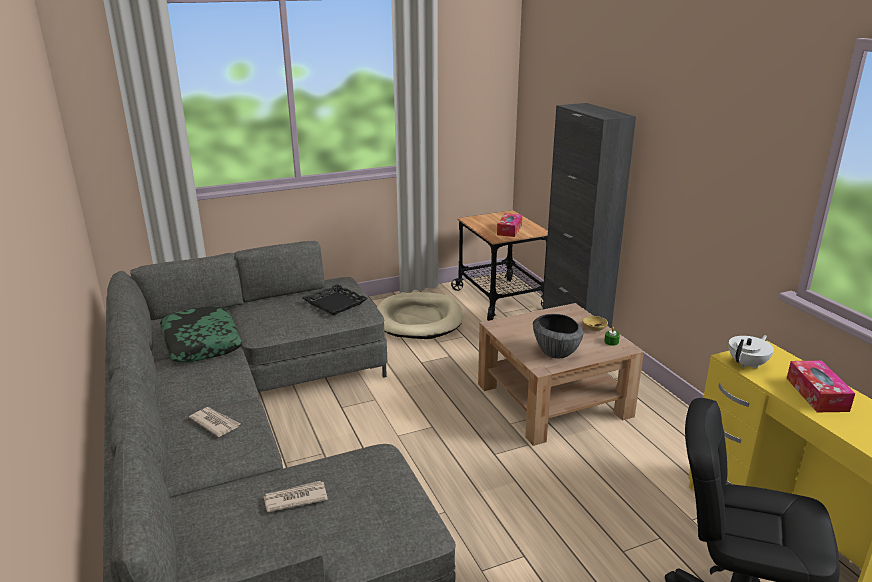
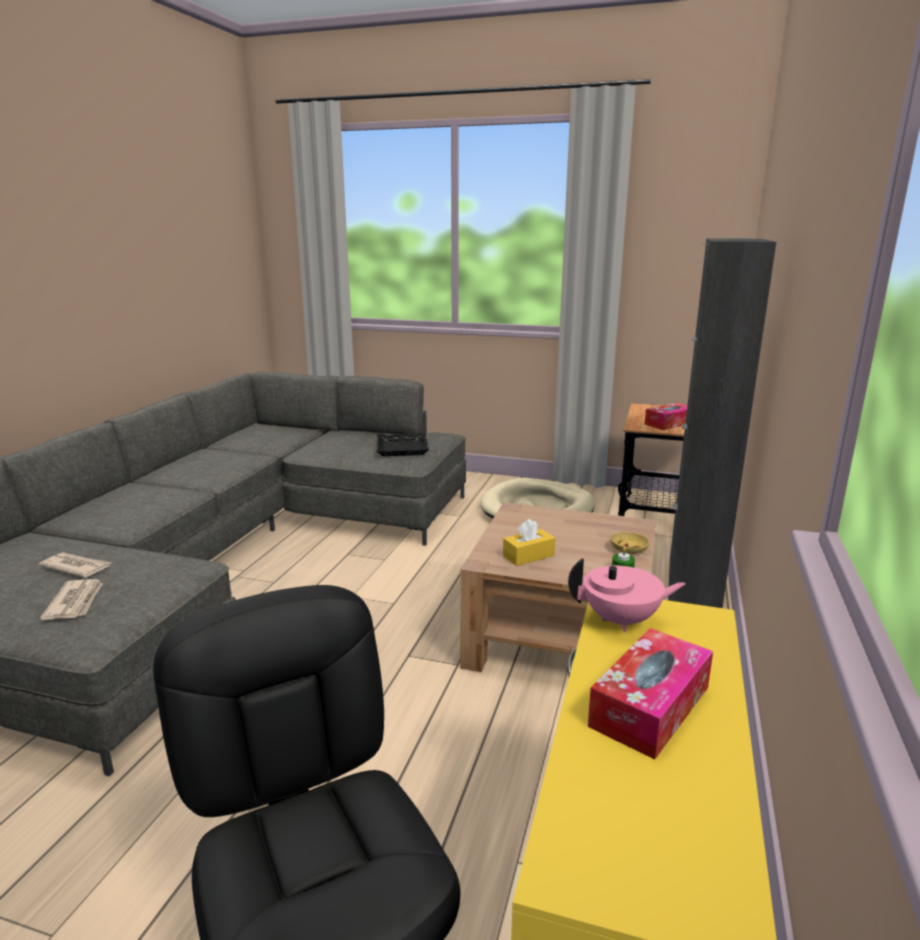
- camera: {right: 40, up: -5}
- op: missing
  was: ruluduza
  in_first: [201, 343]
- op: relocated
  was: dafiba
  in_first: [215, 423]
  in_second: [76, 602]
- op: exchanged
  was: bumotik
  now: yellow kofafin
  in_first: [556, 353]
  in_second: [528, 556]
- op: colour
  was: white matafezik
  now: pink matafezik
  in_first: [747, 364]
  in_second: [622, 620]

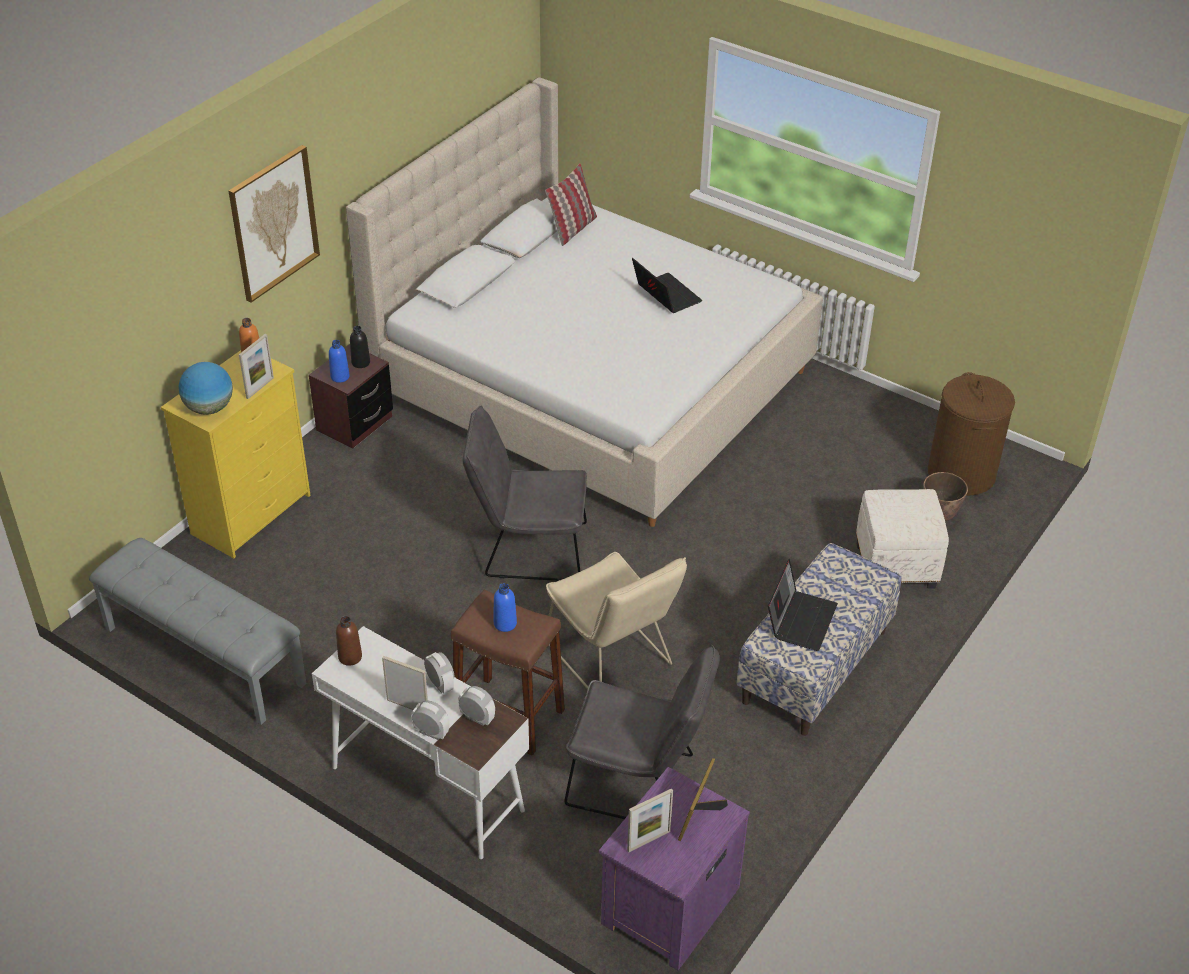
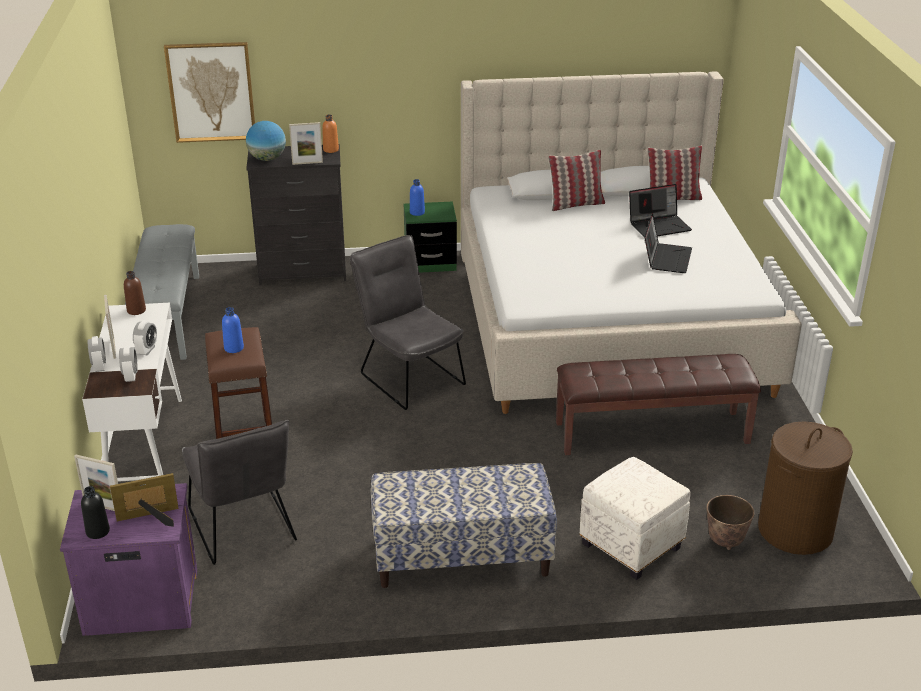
- camera: {right: 50, up: -10}
- op: missing
  was: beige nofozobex
  in_first: [612, 659]
- op: appeared
  now: ruluduza
  in_second: [575, 204]
- op: appeared
  now: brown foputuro
  in_second: [652, 432]
- op: relocated
  was: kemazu
  in_first: [273, 223]
  in_second: [211, 92]
- op: relocated
  was: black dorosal
  in_first: [360, 362]
  in_second: [98, 531]
- op: relocated
  was: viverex
  in_first: [800, 619]
  in_second: [659, 225]
- op: colour
  was: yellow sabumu
  now: black sabumu
  in_first: [252, 514]
  in_second: [304, 272]
- op: colour
  was: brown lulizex
  now: green lulizex
  in_first: [355, 423]
  in_second: [430, 263]

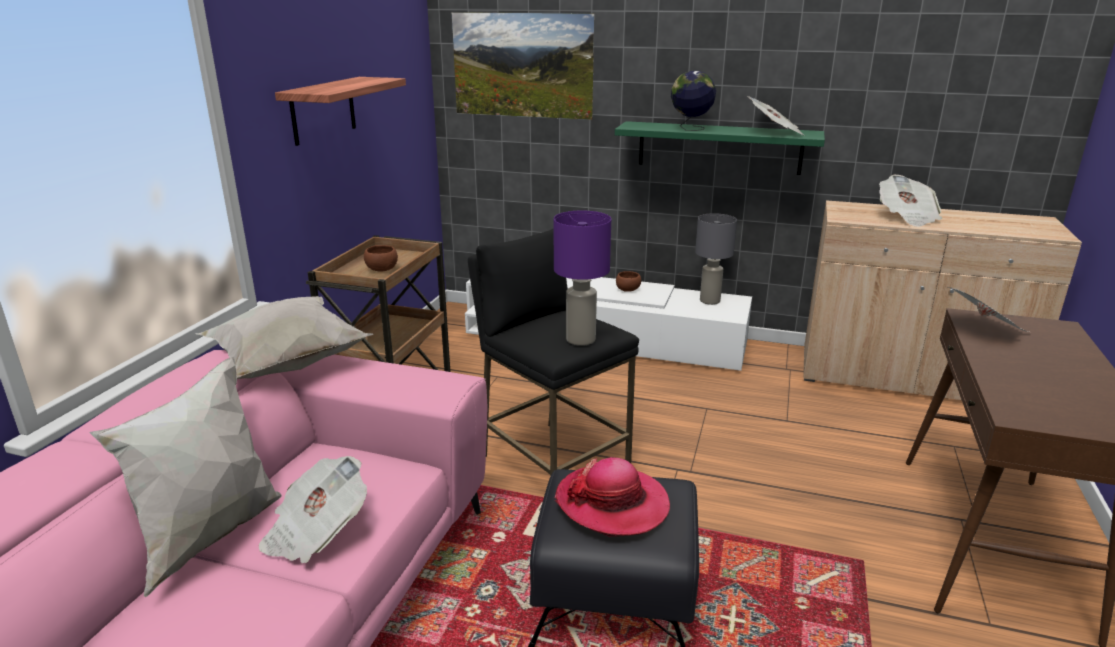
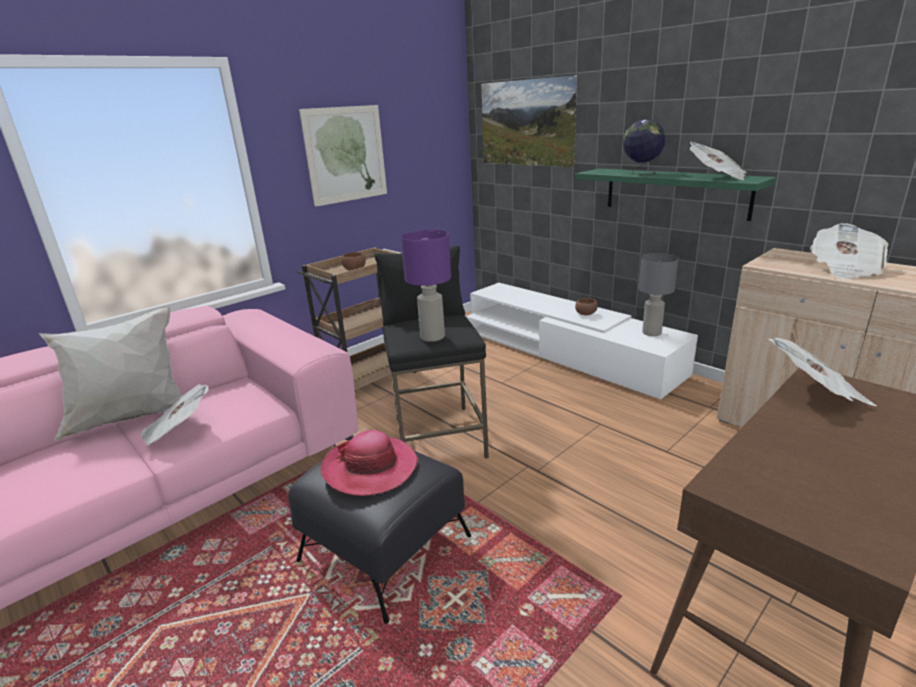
- camera: {right: 30, up: 0}
- op: missing
  was: white ruluduza
  in_first: [287, 365]
- op: exchanged
  was: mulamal
  now: kemazu
  in_first: [323, 110]
  in_second: [346, 154]

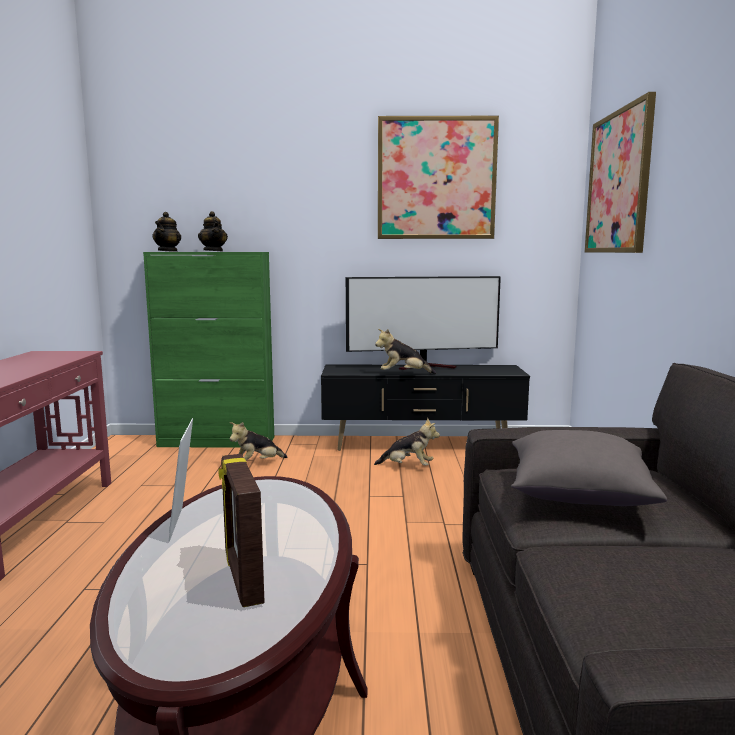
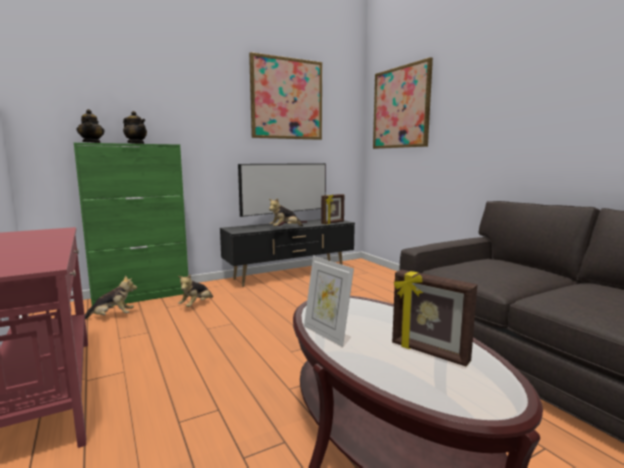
- camera: {right: -30, up: 0}
- op: missing
  was: grey ruluduza
  in_first: [578, 494]
- op: appeared
  now: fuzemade
  in_second: [333, 223]
- op: relocated
  was: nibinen
  in_first: [408, 467]
  in_second: [112, 317]

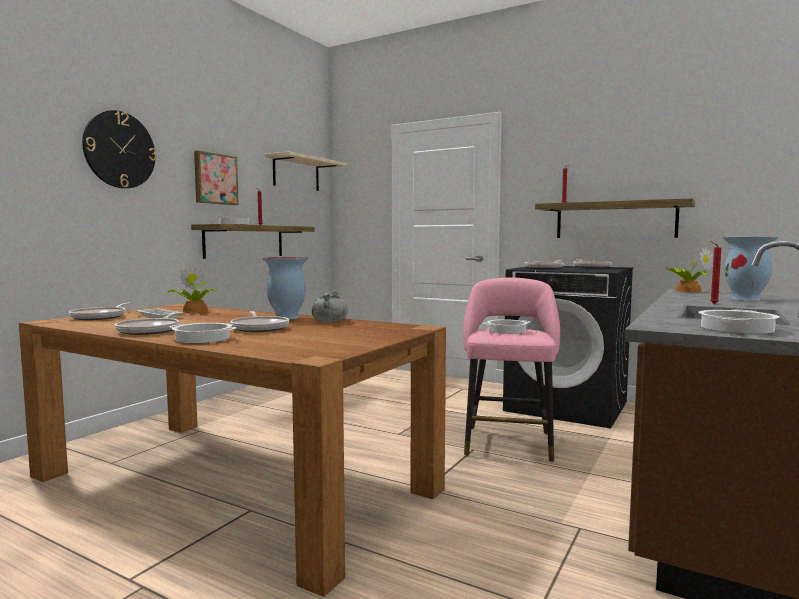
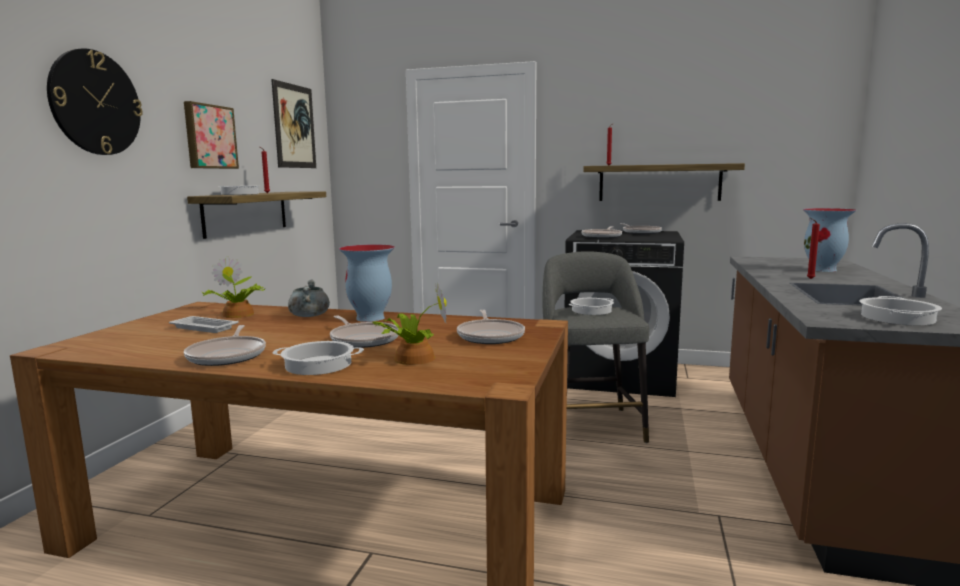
- camera: {right: -15, up: 5}
- op: relocated
  was: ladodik
  in_first: [100, 317]
  in_second: [490, 336]
- op: relocated
  was: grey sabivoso
  in_first: [329, 321]
  in_second: [309, 315]
- op: relocated
  was: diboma
  in_first: [686, 291]
  in_second: [412, 358]
- op: exchanged
  was: beige mulamal
  now: kemazu
  in_first: [296, 174]
  in_second: [294, 126]
- op: colour
  was: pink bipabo
  now: grey bipabo
  in_first: [508, 441]
  in_second: [591, 424]

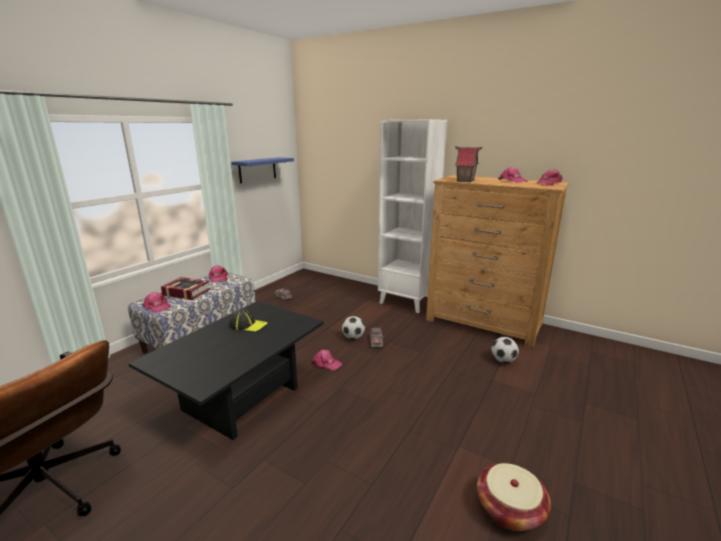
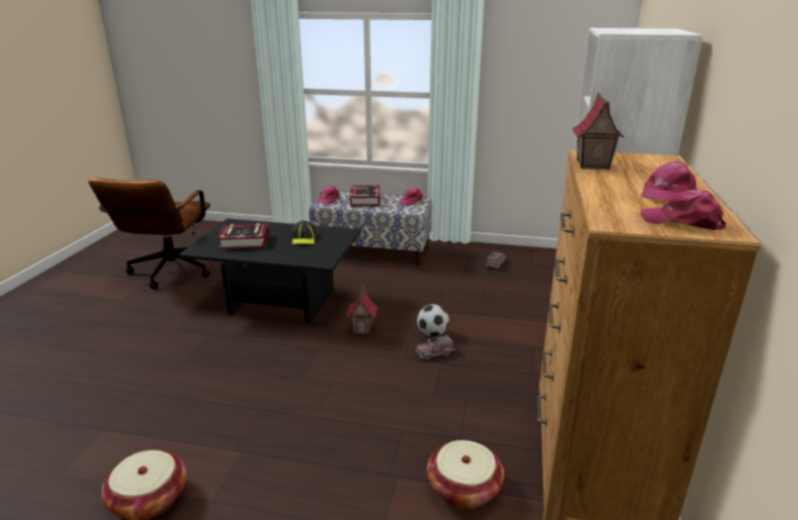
- camera: {right: 70, up: 5}
- op: missing
  was: blue mulamal
  in_first: [257, 170]
- op: appeared
  now: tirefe
  in_second: [244, 241]
- op: exchanged
  was: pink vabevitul
  now: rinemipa
  in_first: [326, 363]
  in_second: [363, 329]
- op: exchanged
  was: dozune
  now: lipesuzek
  in_first: [503, 360]
  in_second: [464, 488]

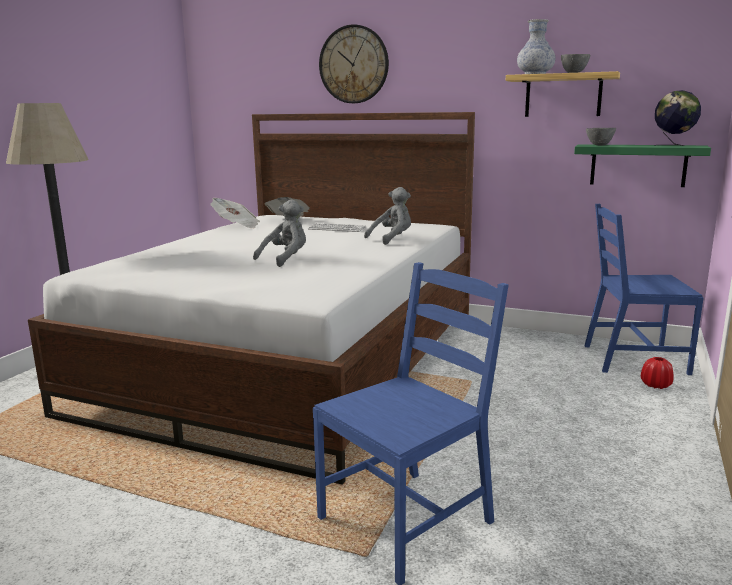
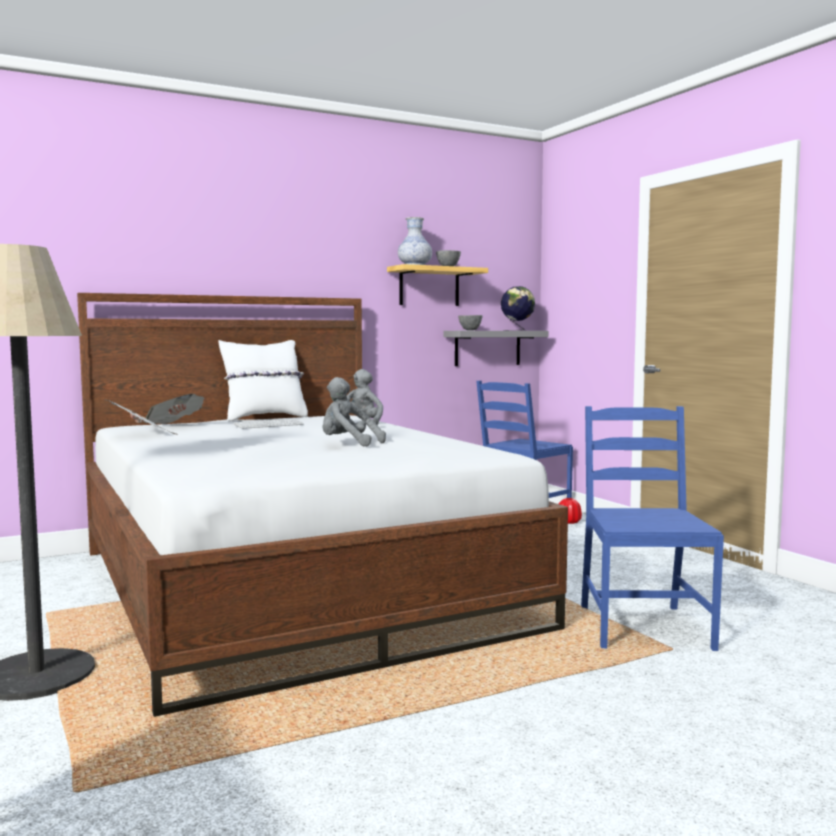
- camera: {right: -50, up: -10}
- op: missing
  was: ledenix
  in_first: [354, 64]
- op: appeared
  now: white ruluduza
  in_second: [264, 418]
- op: colour
  was: green mulamal
  now: grey mulamal
  in_first: [638, 165]
  in_second: [487, 348]
- op: spun
  was: grey nibinen
  in_first: [285, 259]
  in_second: [348, 444]
  clockwise: -60

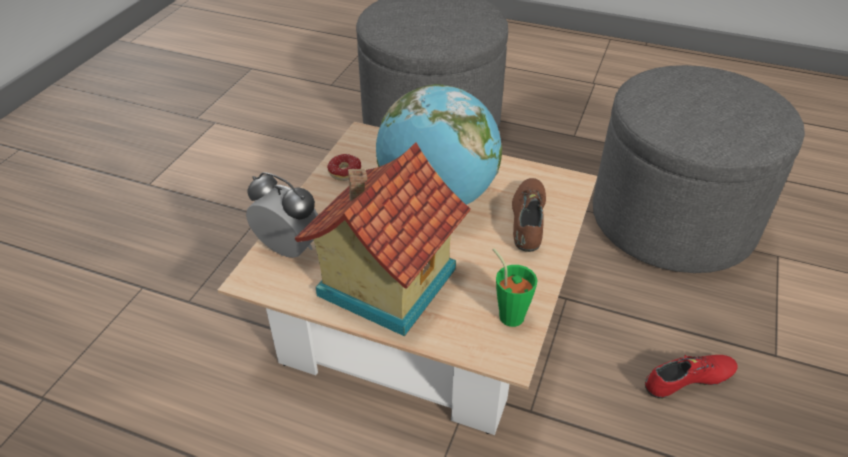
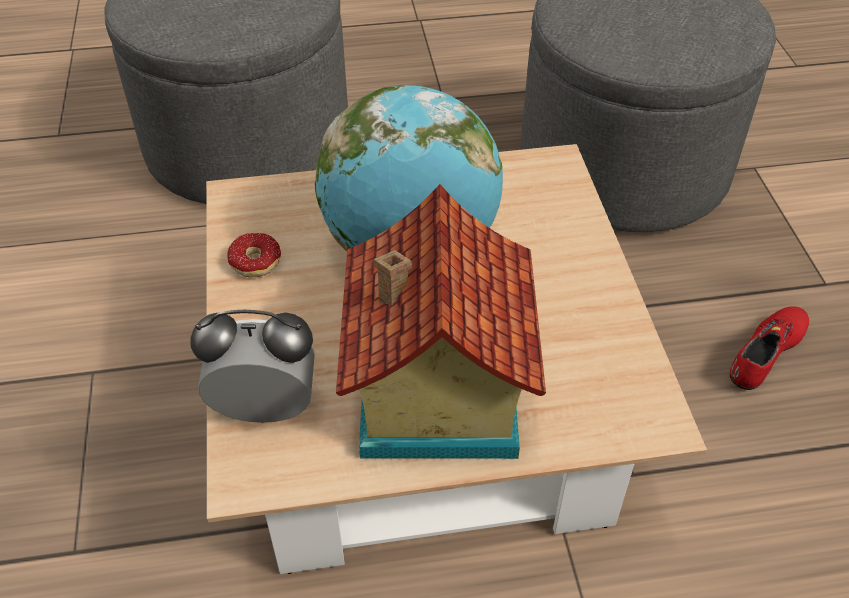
- camera: {right: -30, up: 5}
- op: missing
  was: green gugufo
  in_first: [508, 312]
- op: missing
  was: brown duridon
  in_first: [528, 221]

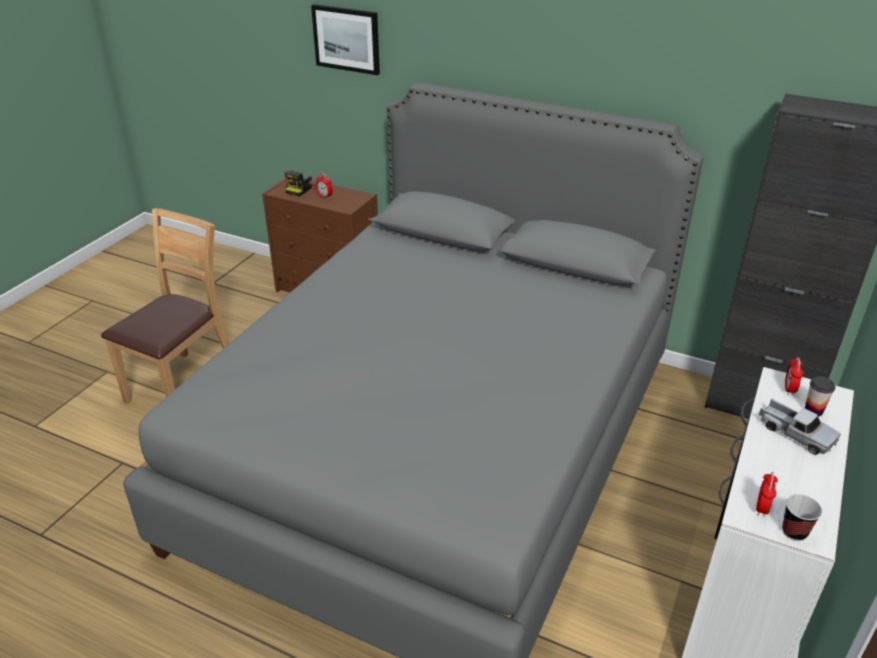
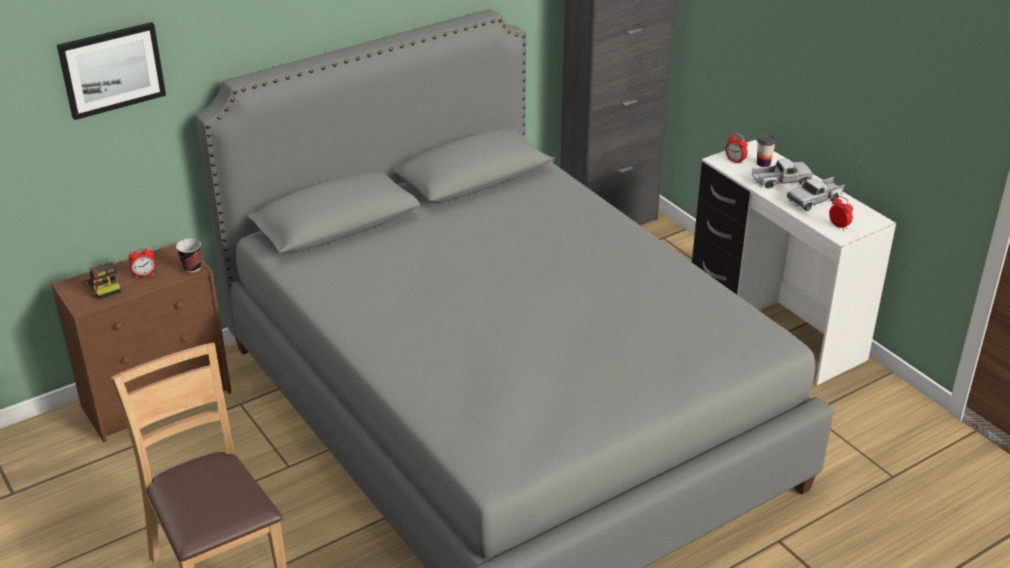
- camera: {right: -60, up: 0}
- op: appeared
  now: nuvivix
  in_second: [815, 200]
- op: relocated
  was: gugufo
  in_first: [794, 532]
  in_second: [192, 267]

